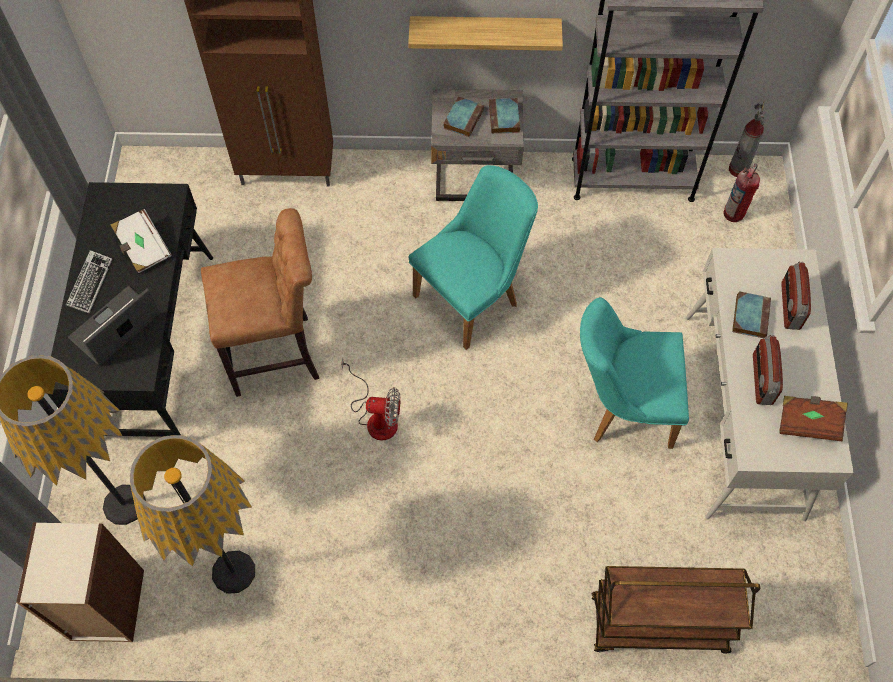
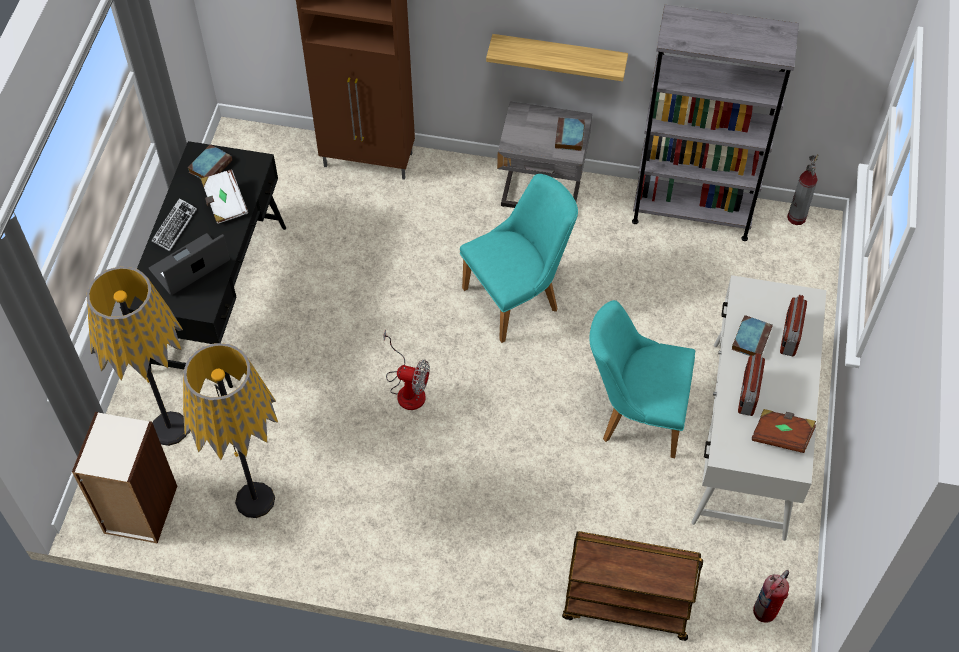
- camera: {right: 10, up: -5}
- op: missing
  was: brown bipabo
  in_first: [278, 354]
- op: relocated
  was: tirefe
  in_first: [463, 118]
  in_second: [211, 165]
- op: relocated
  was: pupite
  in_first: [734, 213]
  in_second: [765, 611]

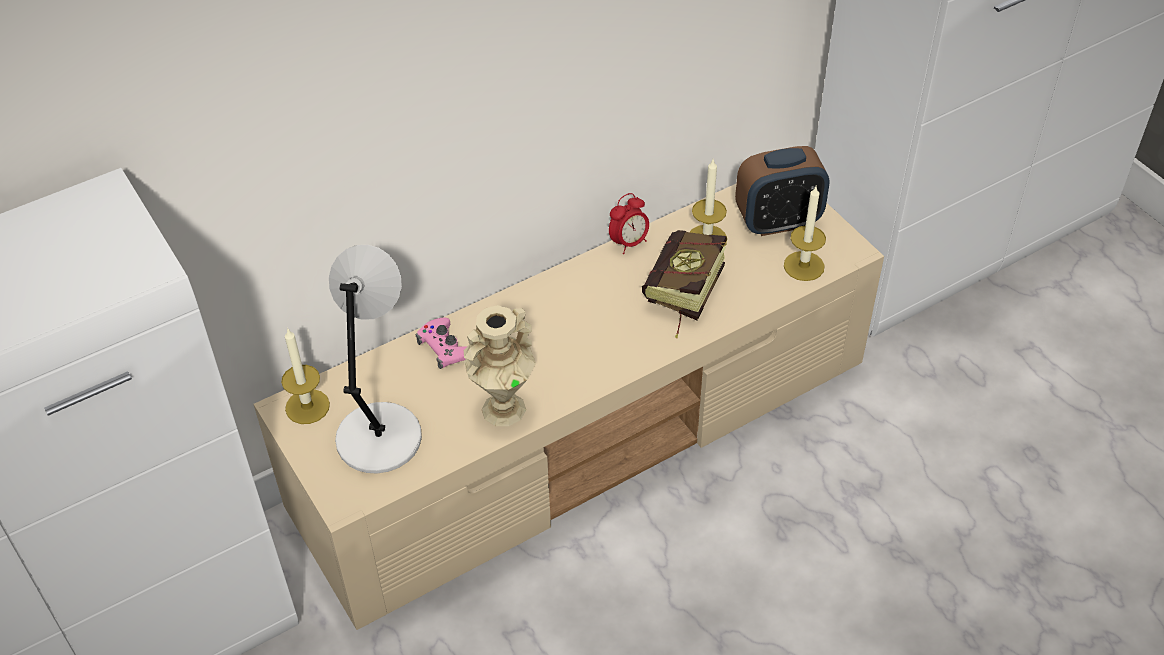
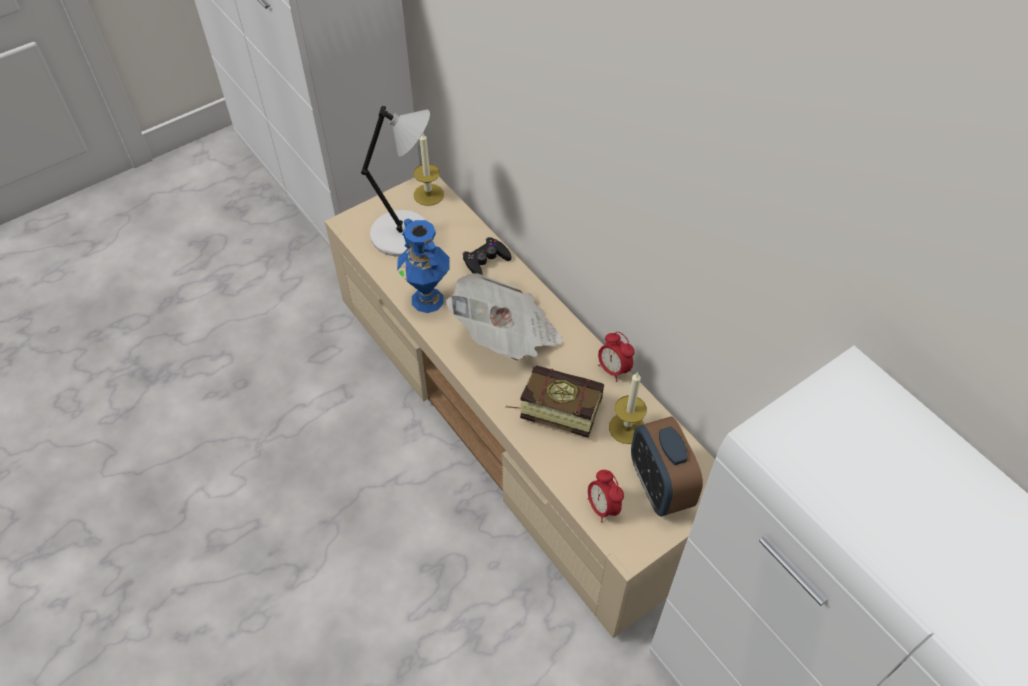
- camera: {right: 85, up: 5}
- op: appeared
  now: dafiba
  in_second: [506, 335]
- op: exchanged
  was: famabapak
  now: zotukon
  in_first: [804, 266]
  in_second: [602, 507]
- op: colour
  was: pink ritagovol
  now: black ritagovol
  in_first: [445, 348]
  in_second: [486, 261]
- op: colour
  was: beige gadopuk
  now: blue gadopuk
  in_first: [503, 408]
  in_second: [428, 299]

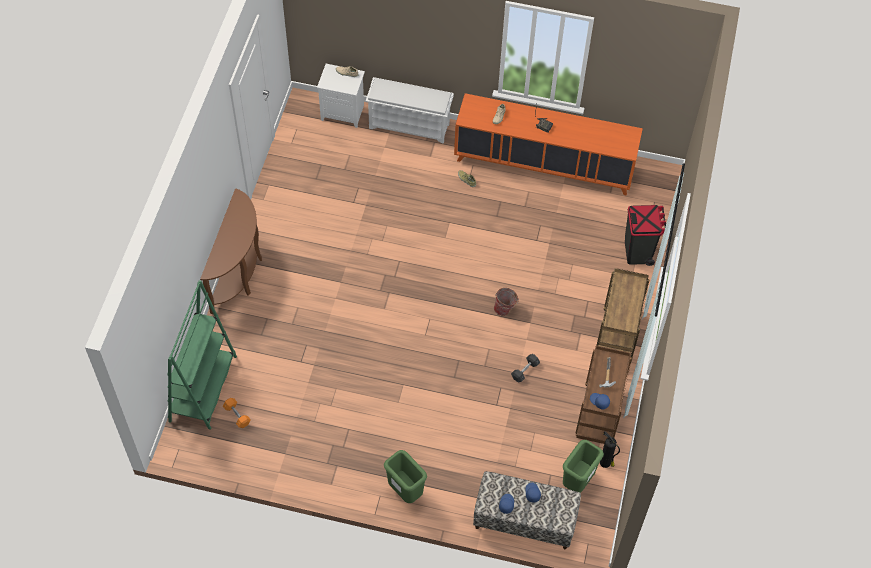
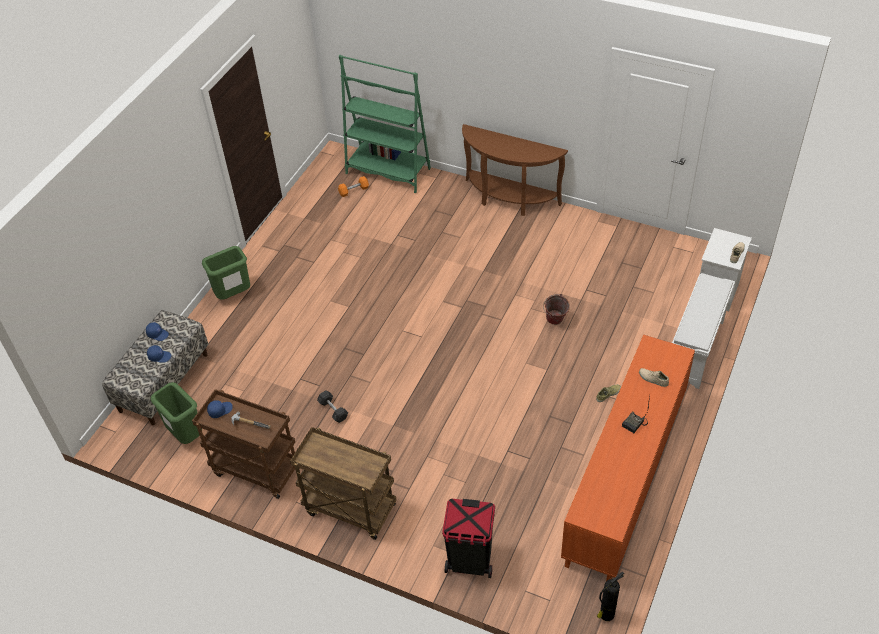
- camera: {right: 105, up: -10}
- op: relocated
  was: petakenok
  in_first: [505, 309]
  in_second: [555, 322]
- op: relocated
  was: pupite
  in_first: [605, 463]
  in_second: [606, 615]

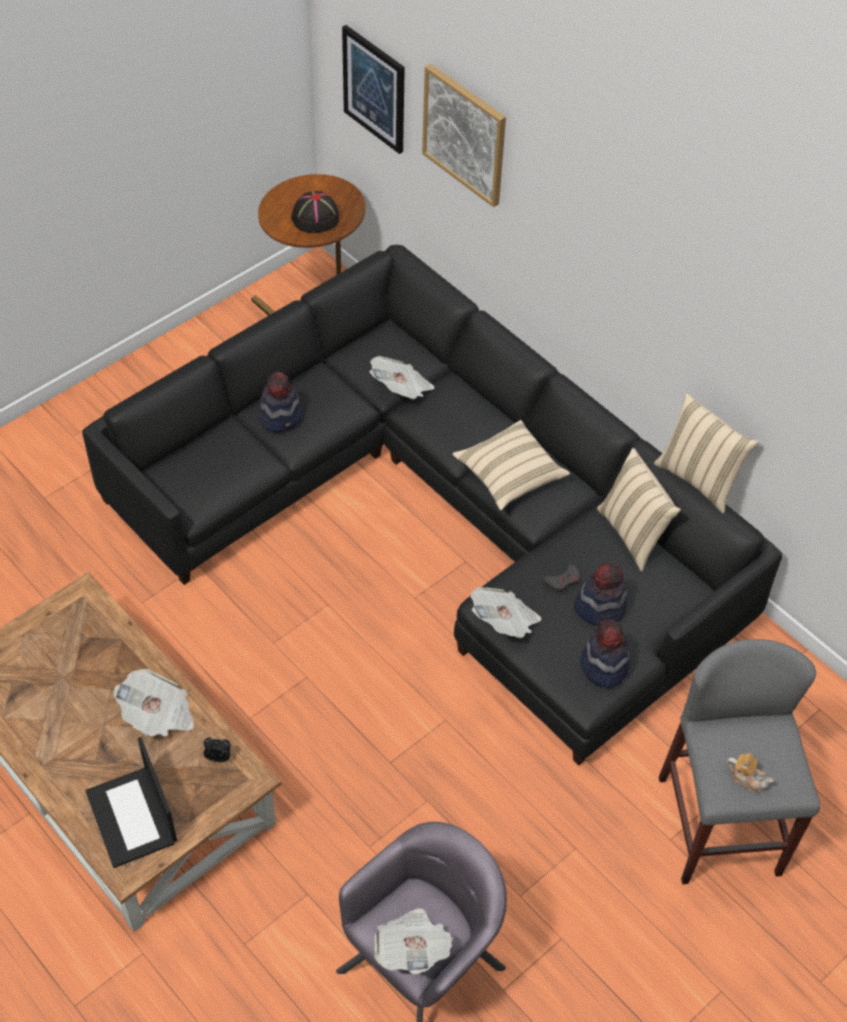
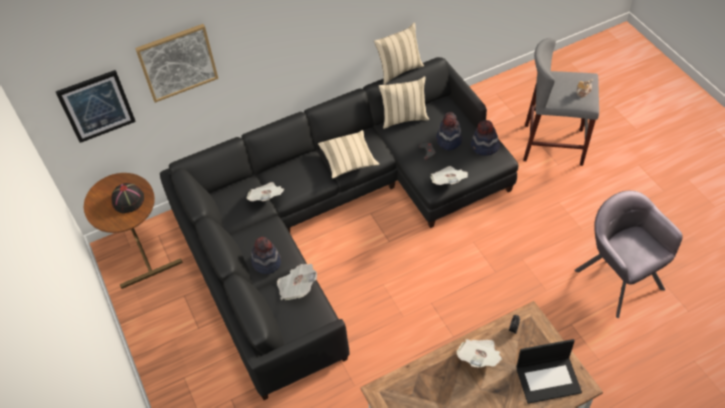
- camera: {right: -70, up: 0}
- op: relocated
  was: dafiba
  in_first: [412, 949]
  in_second: [297, 288]

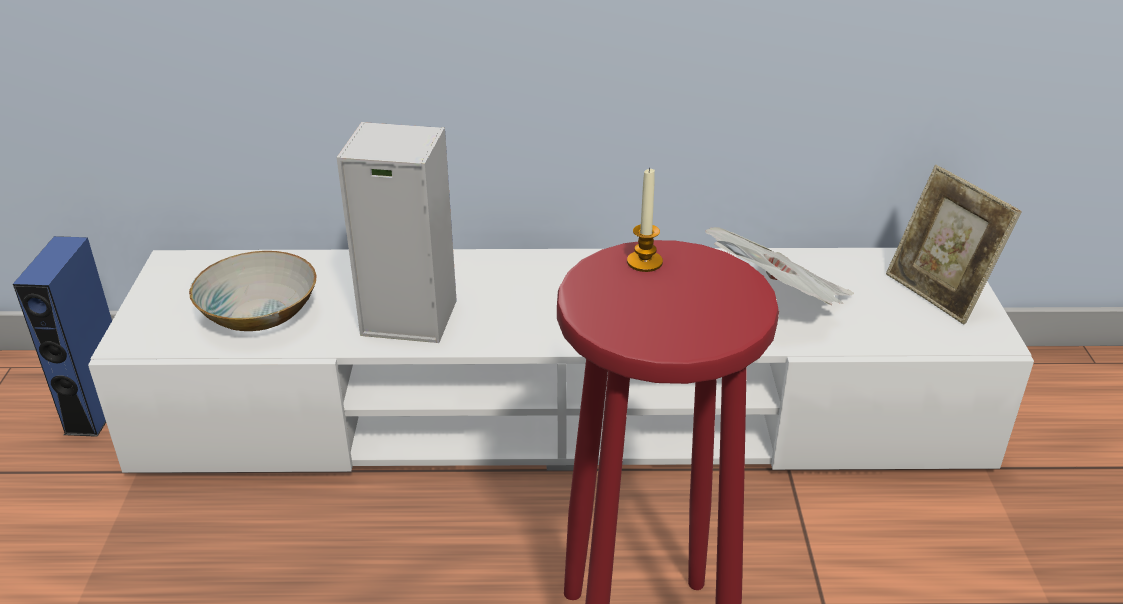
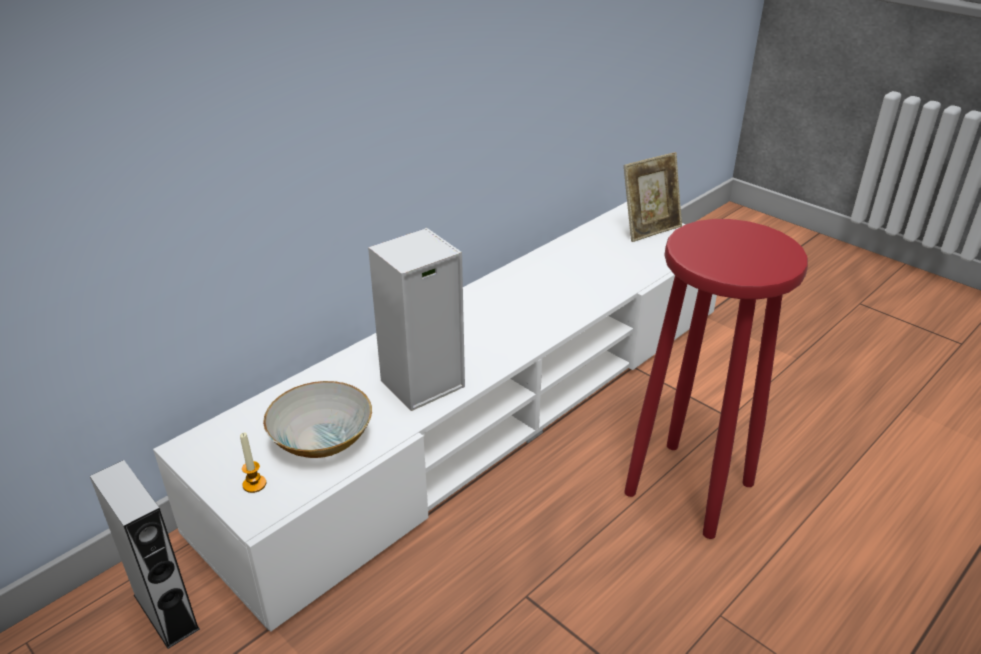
- camera: {right: -45, up: 0}
- op: missing
  was: dafiba
  in_first: [778, 301]
- op: relocated
  was: famabapak
  in_first: [644, 262]
  in_second: [254, 484]
- op: colour
  was: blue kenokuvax
  now: grey kenokuvax
  in_first: [98, 407]
  in_second: [166, 612]
- op: spun
  was: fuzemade
  in_first: [938, 293]
  in_second: [649, 229]
  clockwise: -45

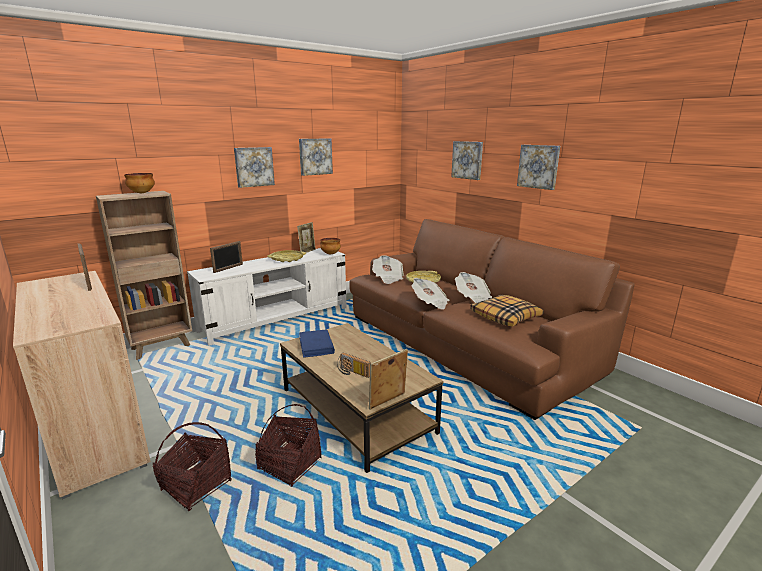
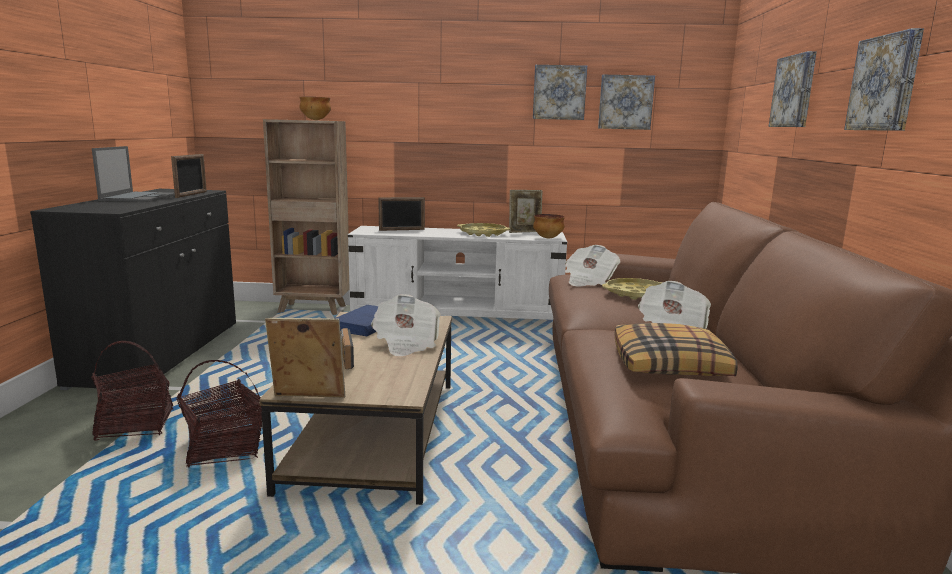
- camera: {right: 40, up: -5}
- op: appeared
  now: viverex
  in_second: [139, 197]
- op: relocated
  was: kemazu
  in_first: [254, 166]
  in_second: [625, 102]
- op: relocated
  was: dafiba
  in_first: [430, 303]
  in_second: [406, 343]
- op: colour
  was: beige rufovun
  now: black rufovun
  in_first: [97, 430]
  in_second: [160, 353]

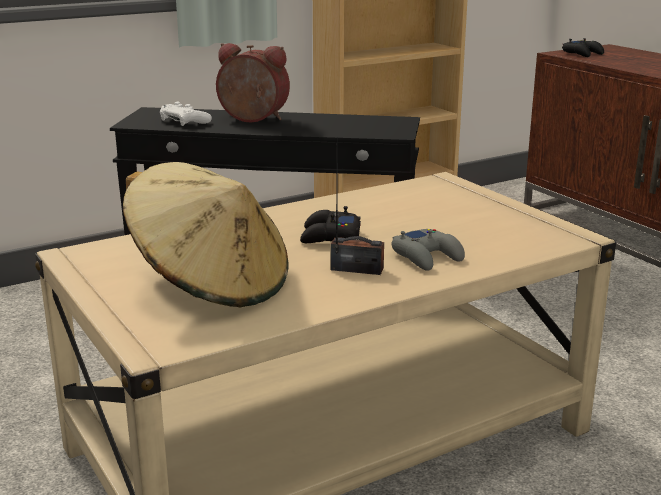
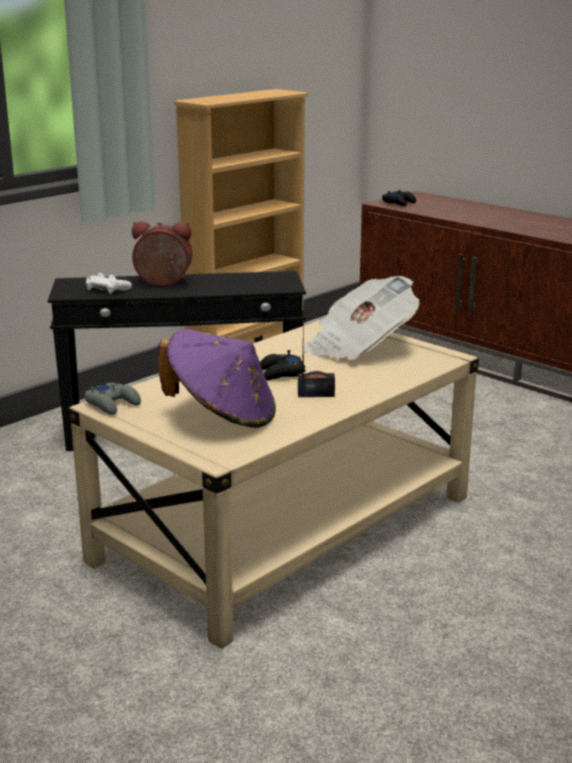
- camera: {right: -15, up: 0}
- op: appeared
  now: dafiba
  in_second: [359, 347]
- op: relocated
  was: grey ritagovol
  in_first: [427, 257]
  in_second: [113, 404]
- op: colour
  was: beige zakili
  now: purple zakili
  in_first: [211, 284]
  in_second: [222, 415]

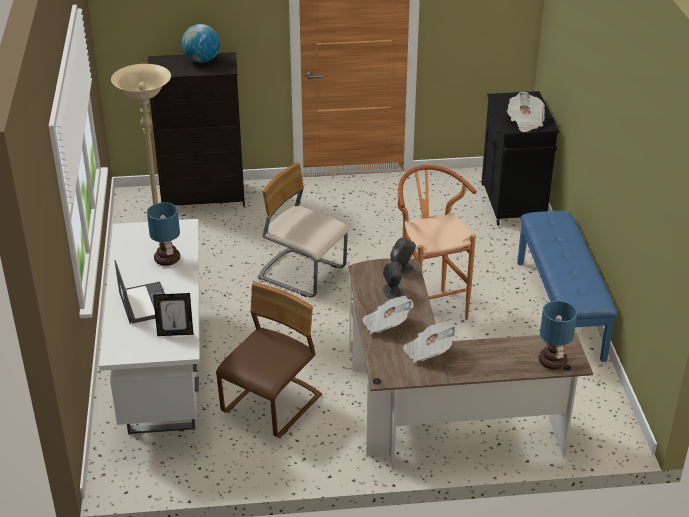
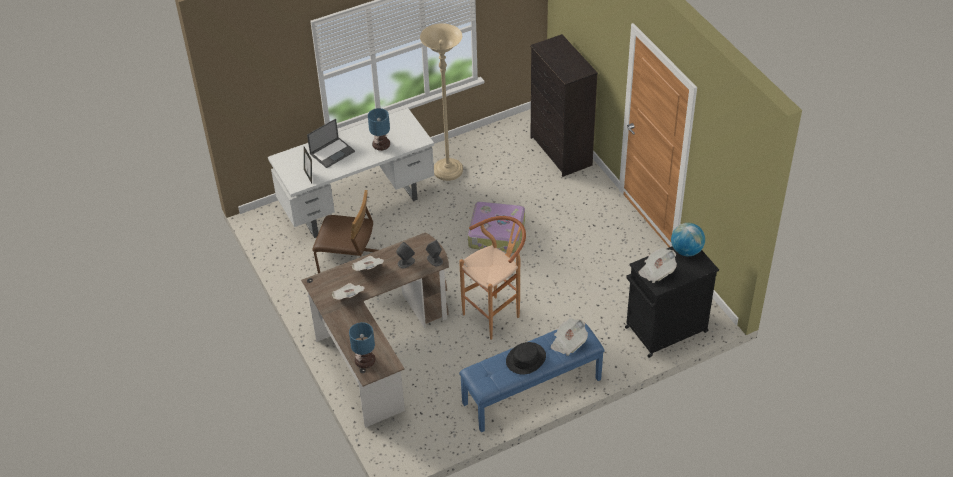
- camera: {right: 70, up: 10}
- op: appeared
  now: black zakili
  in_second: [525, 359]
- op: appeared
  now: dafiba
  in_second: [568, 343]
- op: relocated
  was: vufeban
  in_first: [202, 60]
  in_second: [686, 251]
- op: exchanged
  was: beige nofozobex
  now: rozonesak
  in_first: [302, 273]
  in_second: [497, 234]

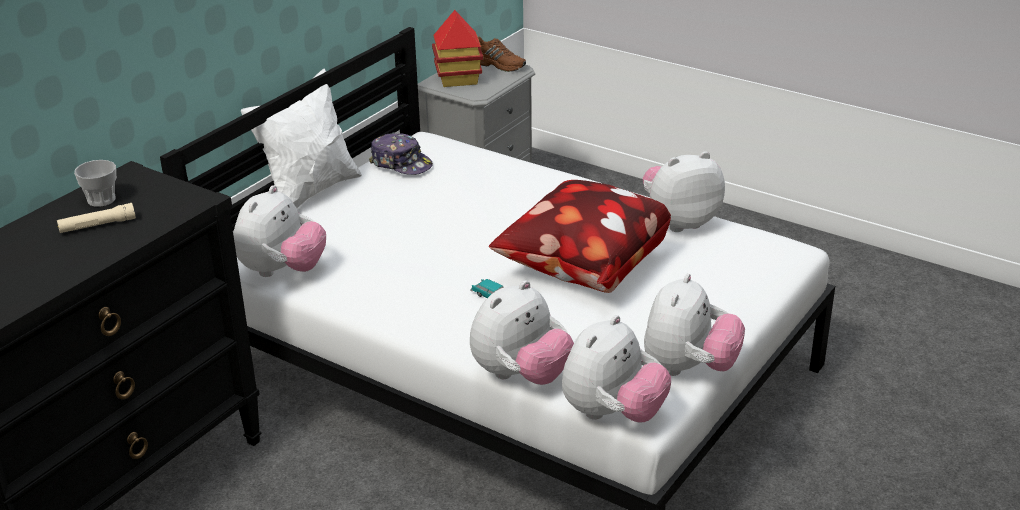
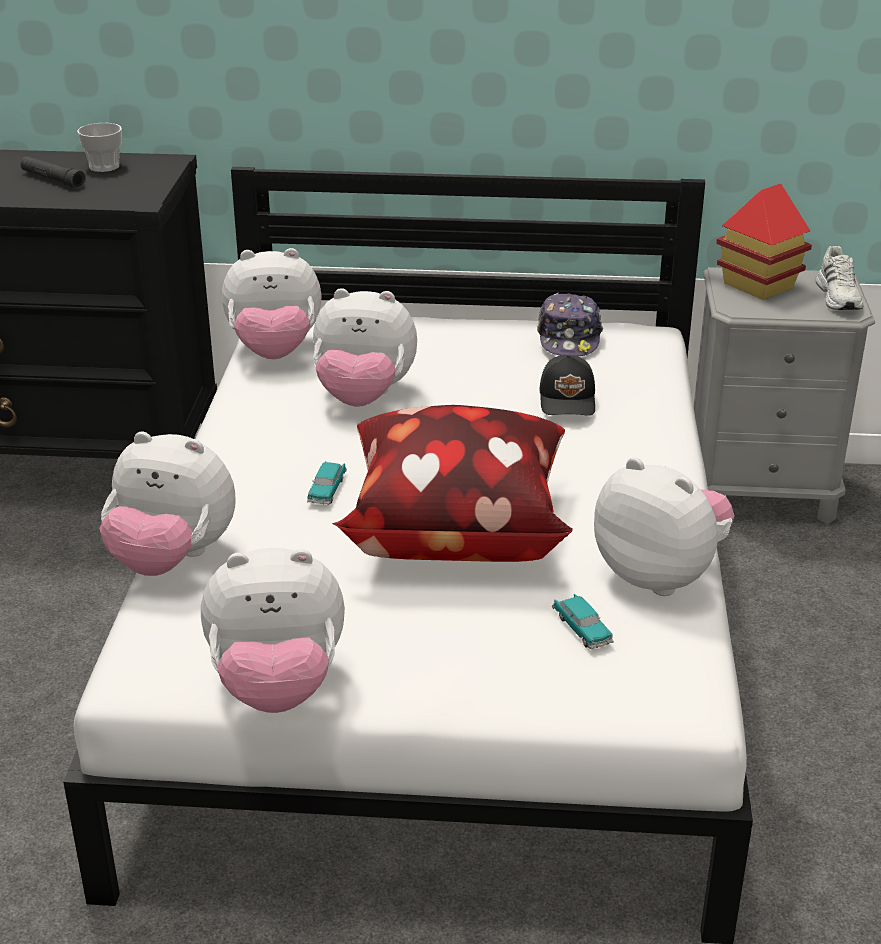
- camera: {right: 60, up: 0}
- op: missing
  was: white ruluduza
  in_first: [309, 193]
- op: appeared
  now: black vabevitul
  in_second: [568, 400]
- op: appeared
  now: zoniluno
  in_second: [582, 628]
- op: relocated
  was: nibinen
  in_first: [613, 414]
  in_second: [363, 397]
- op: colour
  was: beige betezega
  now: black betezega
  in_first: [97, 225]
  in_second: [53, 180]
- op: colour
  was: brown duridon
  now: white duridon
  in_first: [498, 65]
  in_second: [839, 296]

